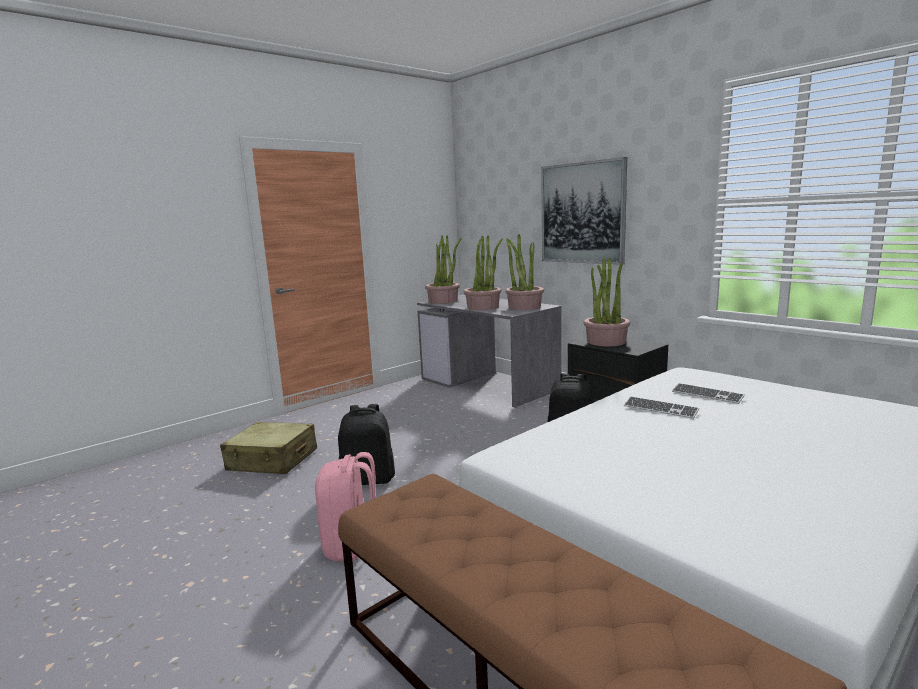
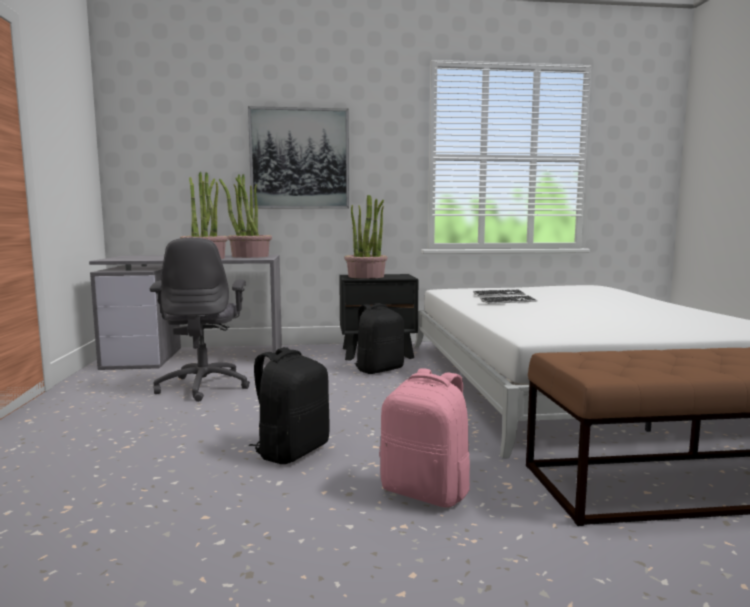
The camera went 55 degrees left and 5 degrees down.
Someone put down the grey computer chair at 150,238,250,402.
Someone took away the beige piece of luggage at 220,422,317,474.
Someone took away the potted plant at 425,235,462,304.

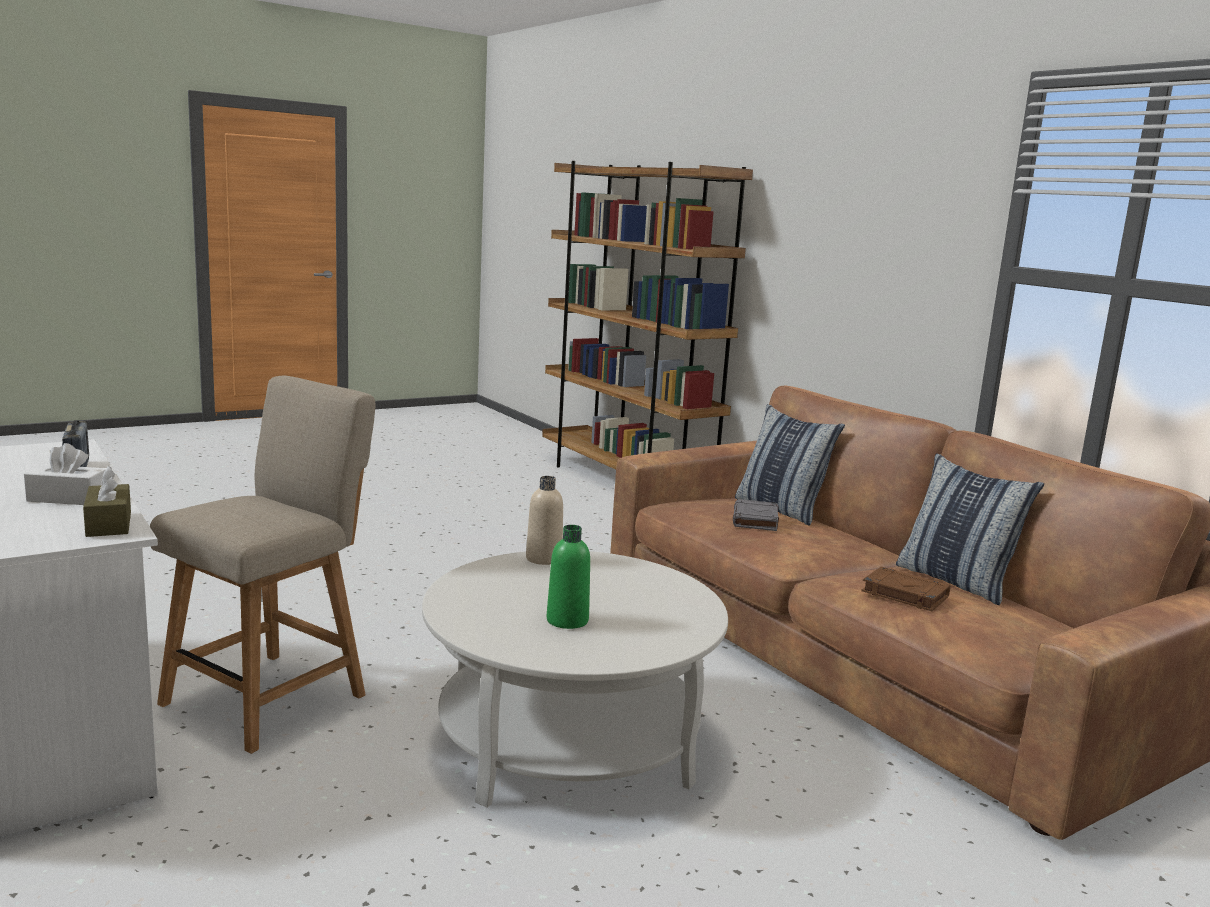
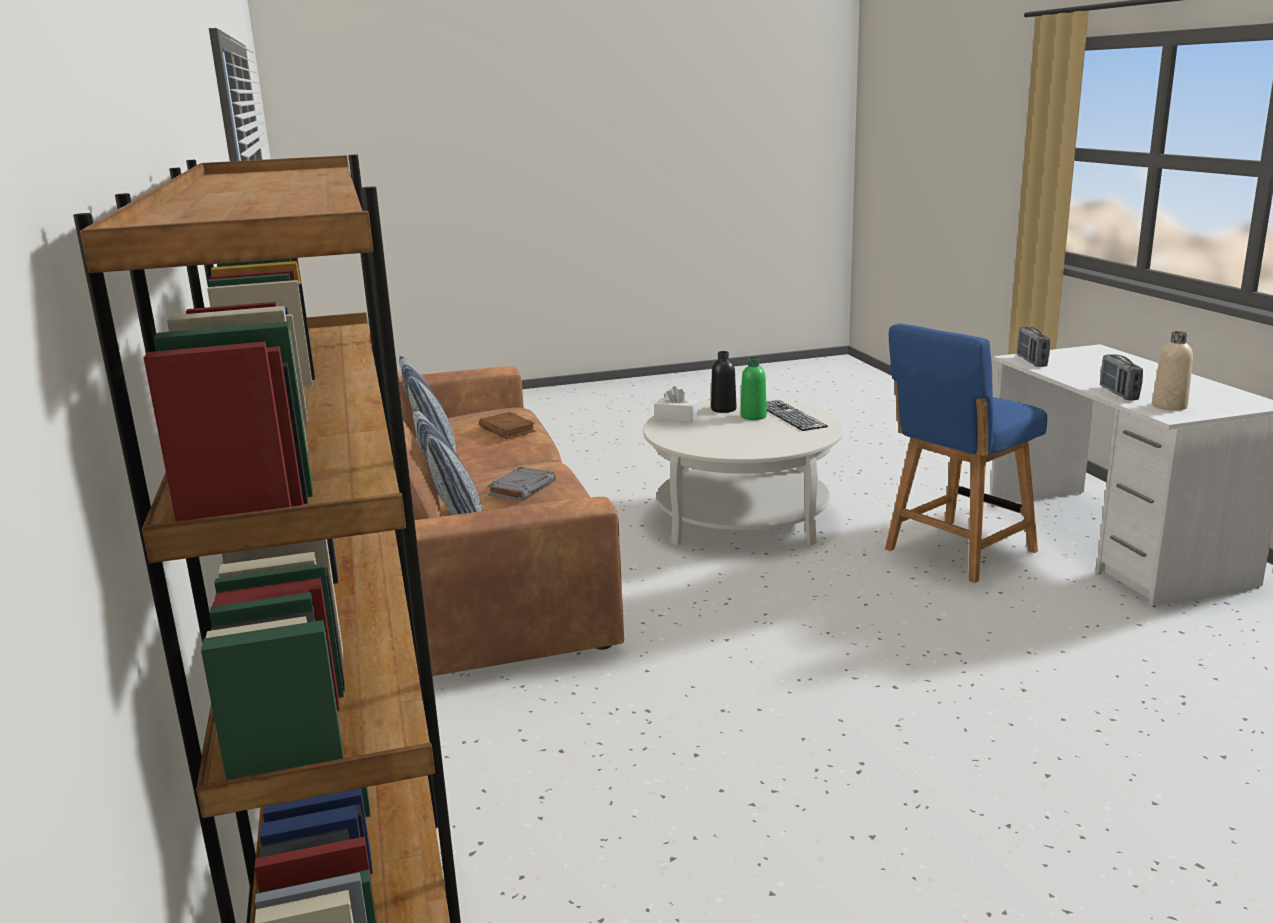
The camera went 160 degrees left and 5 degrees up.
Someone carried the whitish tissue box from 24,443,106,505 to 654,386,698,422.
Someone put down the blackish beverage bottle at 711,351,736,413.
Someone put down the computer keyboard at 766,400,828,431.
Someone repainted the beige plain chair at 150,376,376,754, which became the blue-coloured plain chair at 885,323,1047,583.
Someone swapped the brownish tissue box at 83,466,131,537 for the radio set at 1017,327,1050,367.
Someone carried the beige beverage bottle from 526,476,563,565 to 1152,331,1193,411.

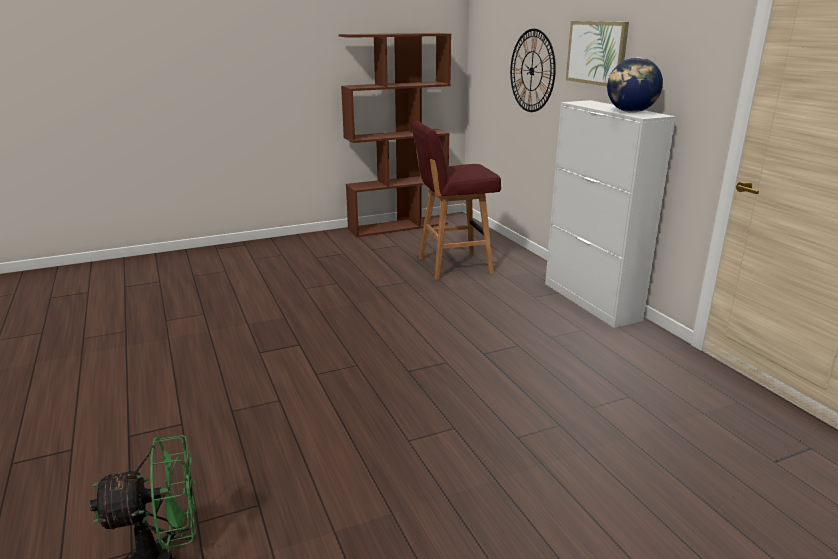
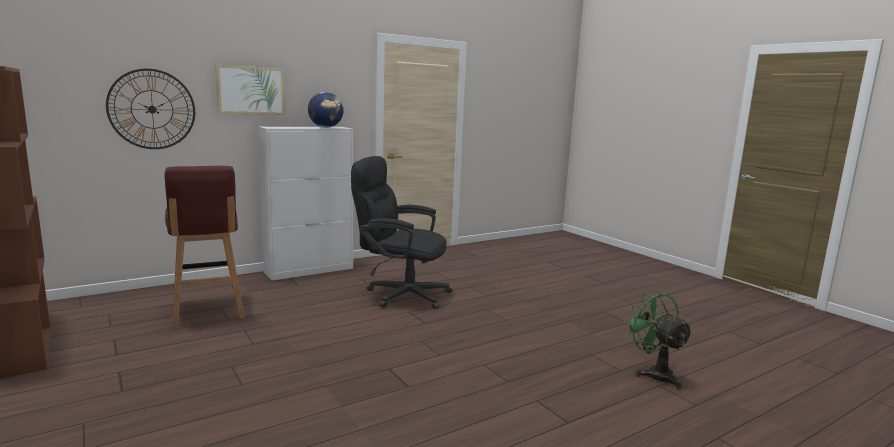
The camera went 100 degrees left and 10 degrees down.
Someone put down the blackish computer chair at 351,156,452,309.

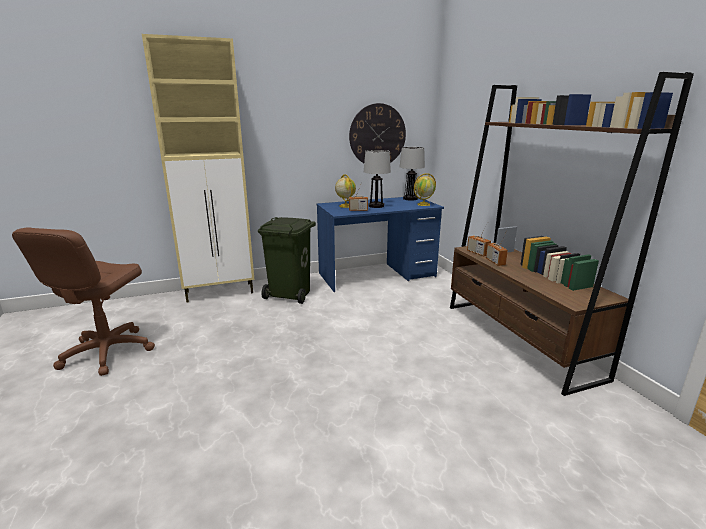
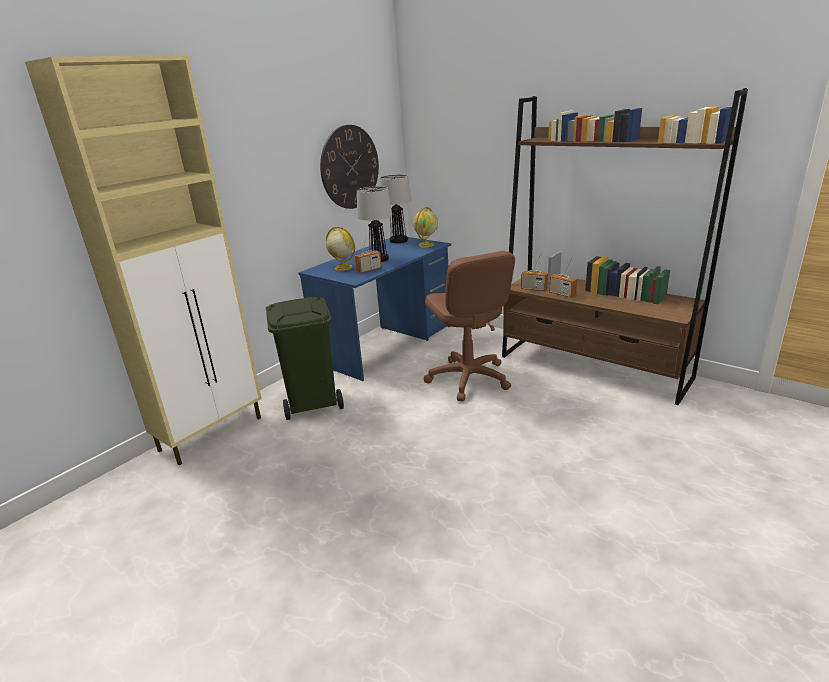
The camera went 30 degrees left and 5 degrees up.
Someone carried the brownish computer chair from 12,227,155,376 to 424,251,515,401.

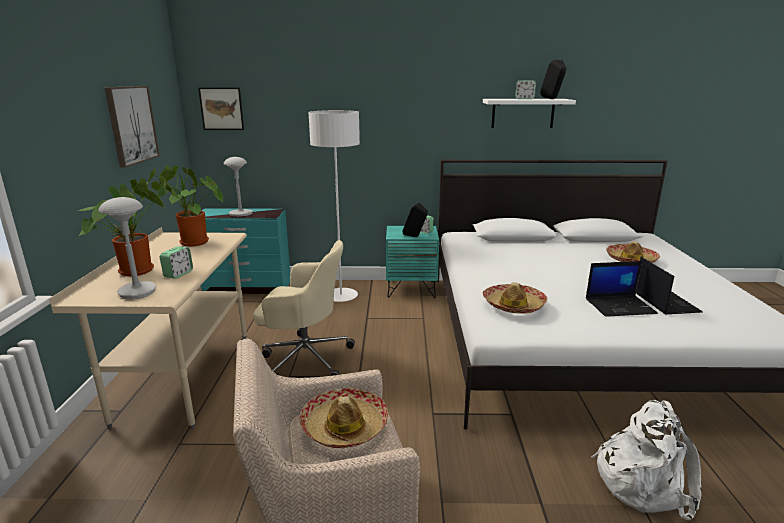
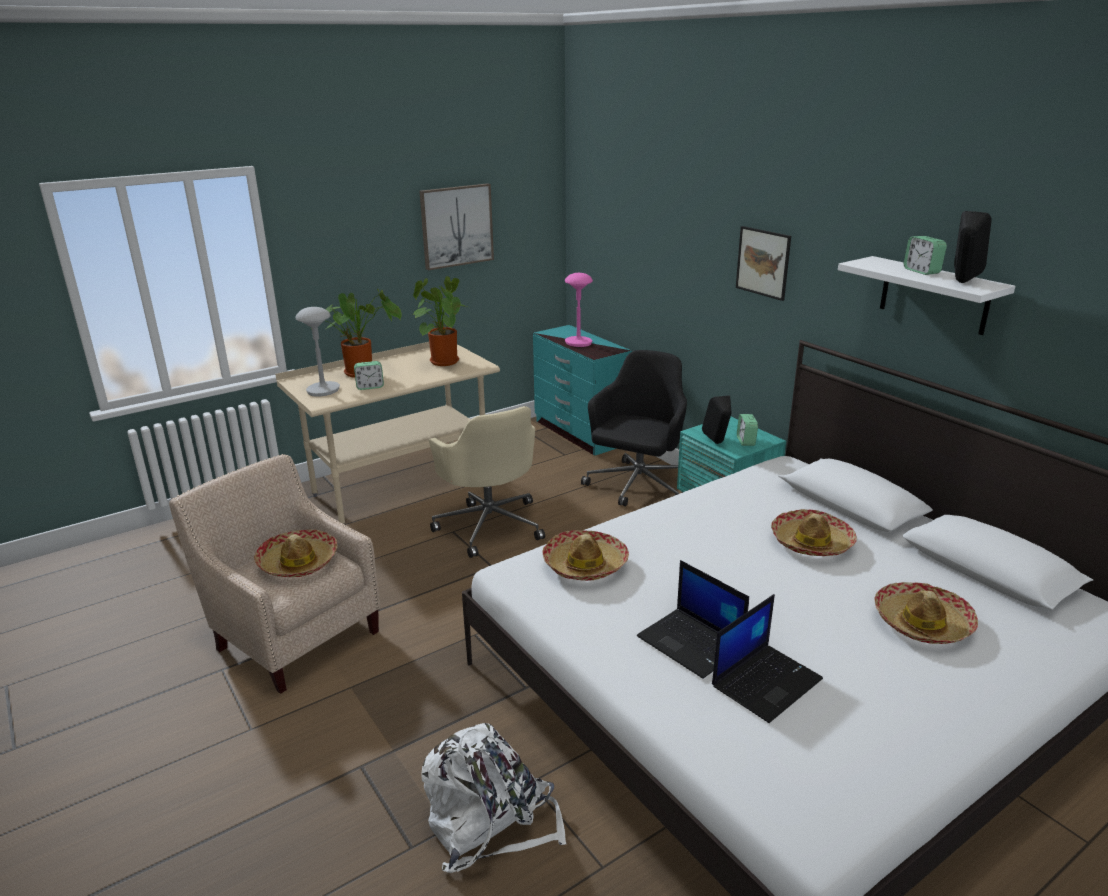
The camera went 55 degrees right and 5 degrees up.
Someone repainted the grey table lamp at 224,157,253,217, which became the pink table lamp at 565,273,593,347.
Someone swapped the whitish standard lamp at 308,110,360,302 for the blackish computer chair at 581,350,687,506.
Someone carried the picture from 198,88,244,130 to 736,226,791,301.
Someone put down the clothing hat at 771,509,857,556.

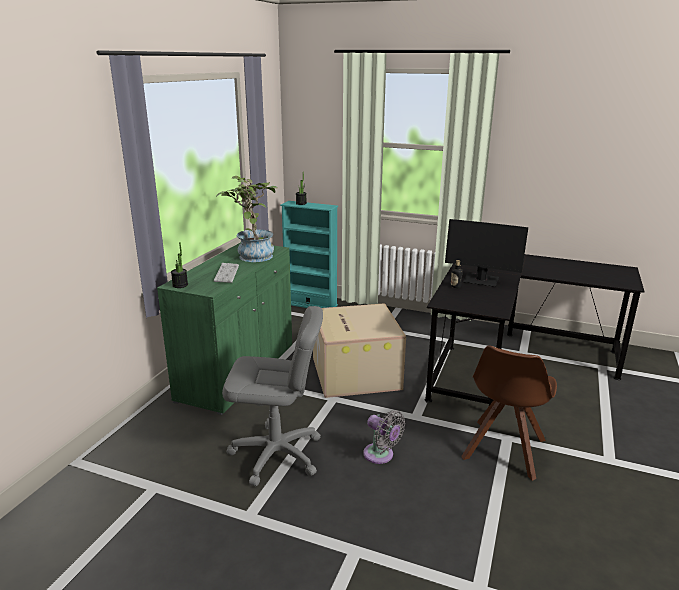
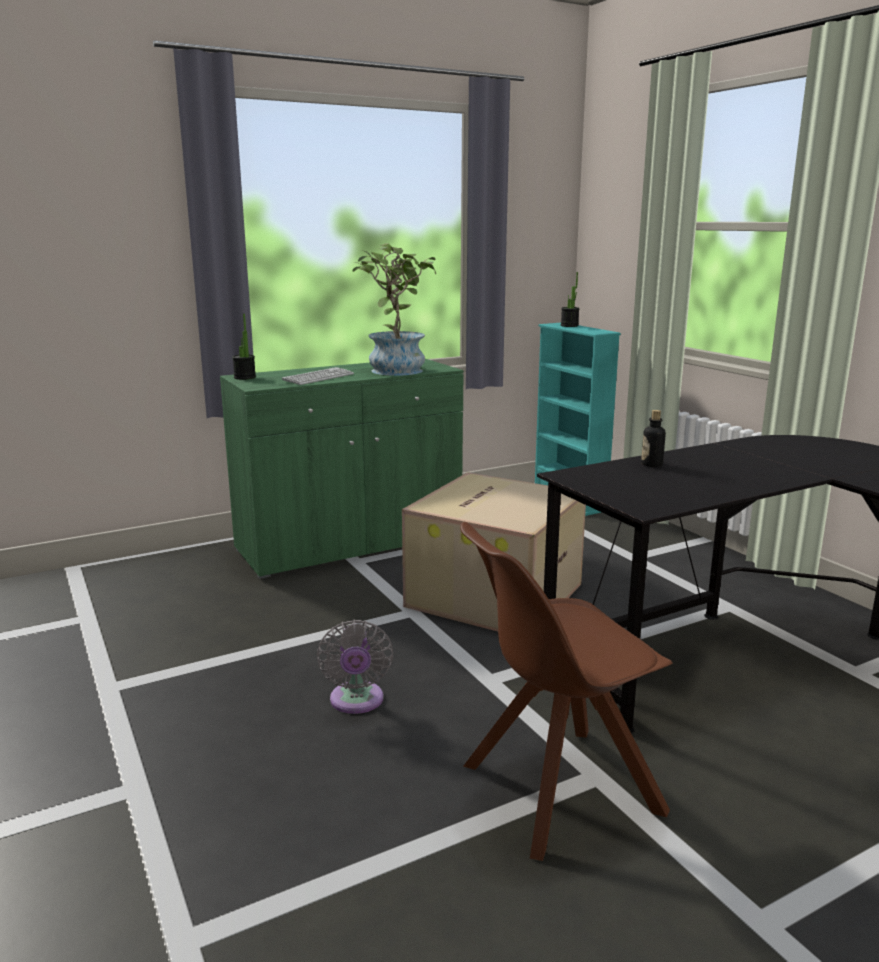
The camera went 40 degrees right and 5 degrees down.
Someone took away the grey computer chair at 222,306,323,486.
Someone took away the monitor at 445,219,528,287.

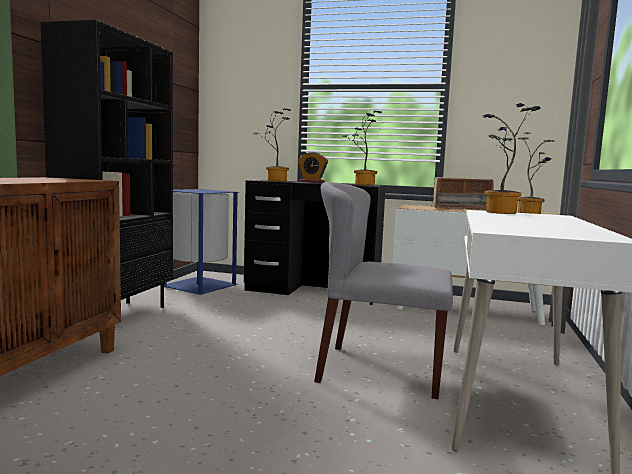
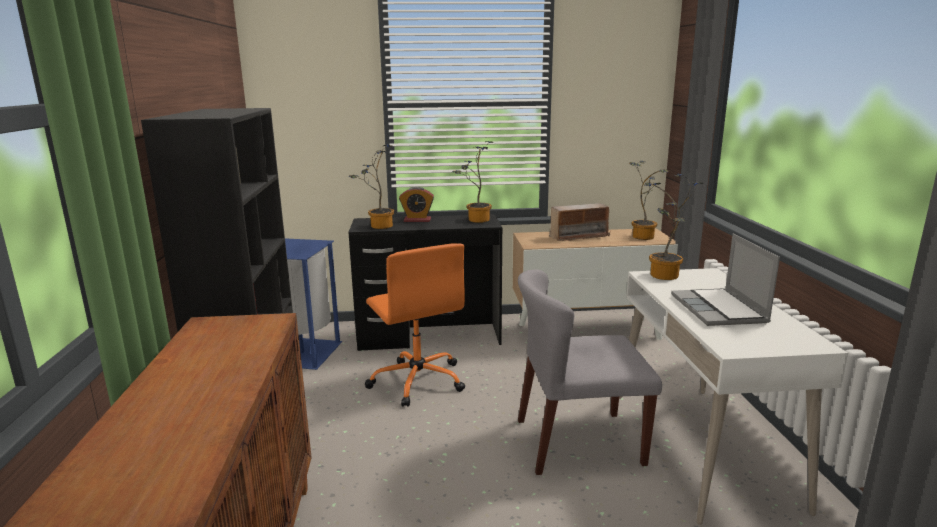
The camera went 20 degrees left and 10 degrees up.
Someone put down the orangey computer chair at 365,243,465,407.
Someone put down the notebook computer at 671,234,780,326.

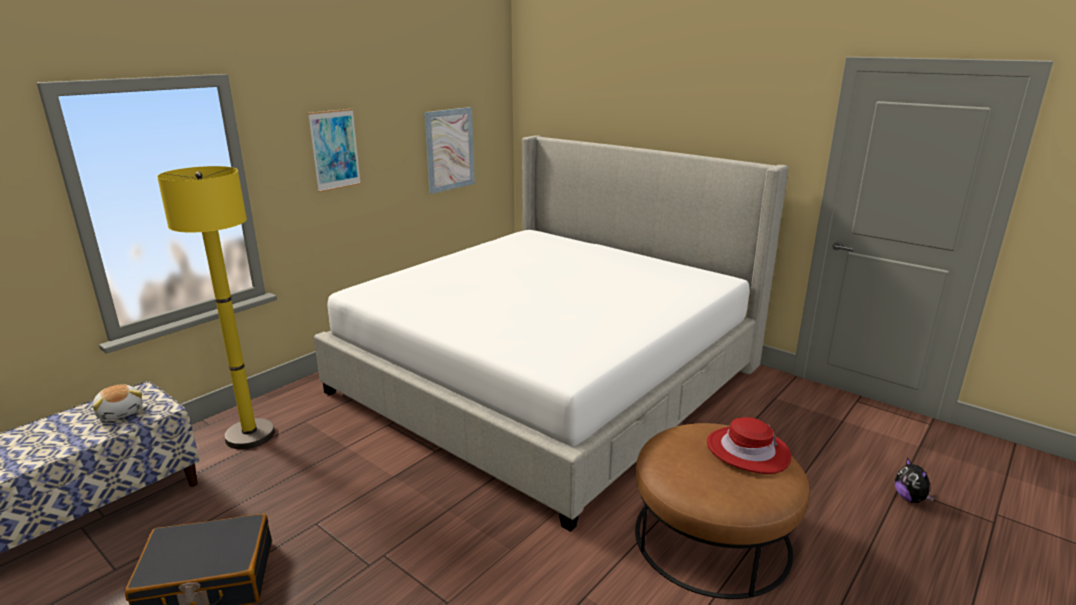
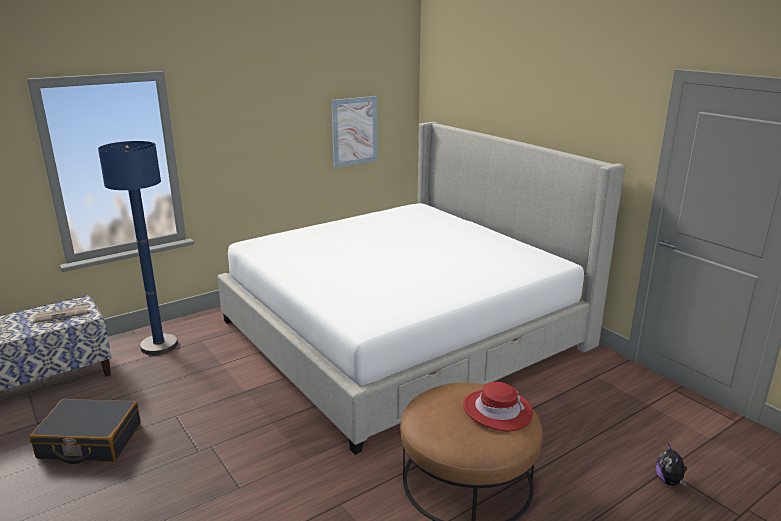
The camera went 15 degrees right and 0 degrees up.
Someone swapped the soft toy at 93,384,143,421 for the newspaper at 33,303,89,323.
Someone repainted the yellow-coloured standard lamp at 157,166,275,449, which became the blue-coloured standard lamp at 98,141,178,355.
Someone took away the picture at 308,109,361,192.

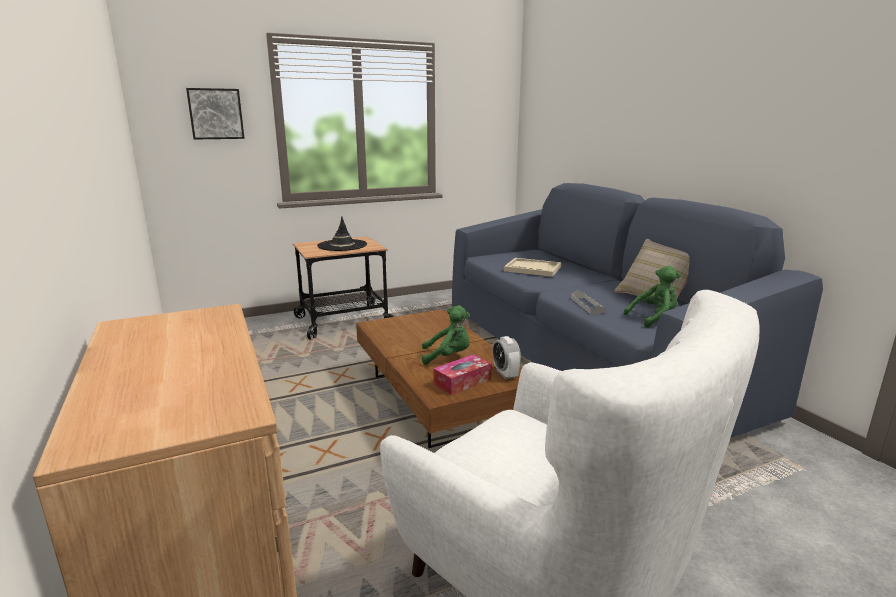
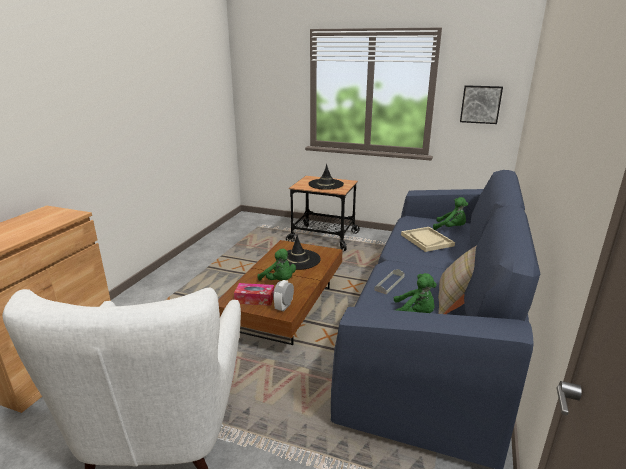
The camera went 45 degrees right and 5 degrees up.
Someone put down the blackish clothing hat at 276,235,321,270.
Someone put down the green-coloured soft toy at 433,197,468,230.
Someone carried the picture from 186,88,245,140 to 460,85,503,124.

